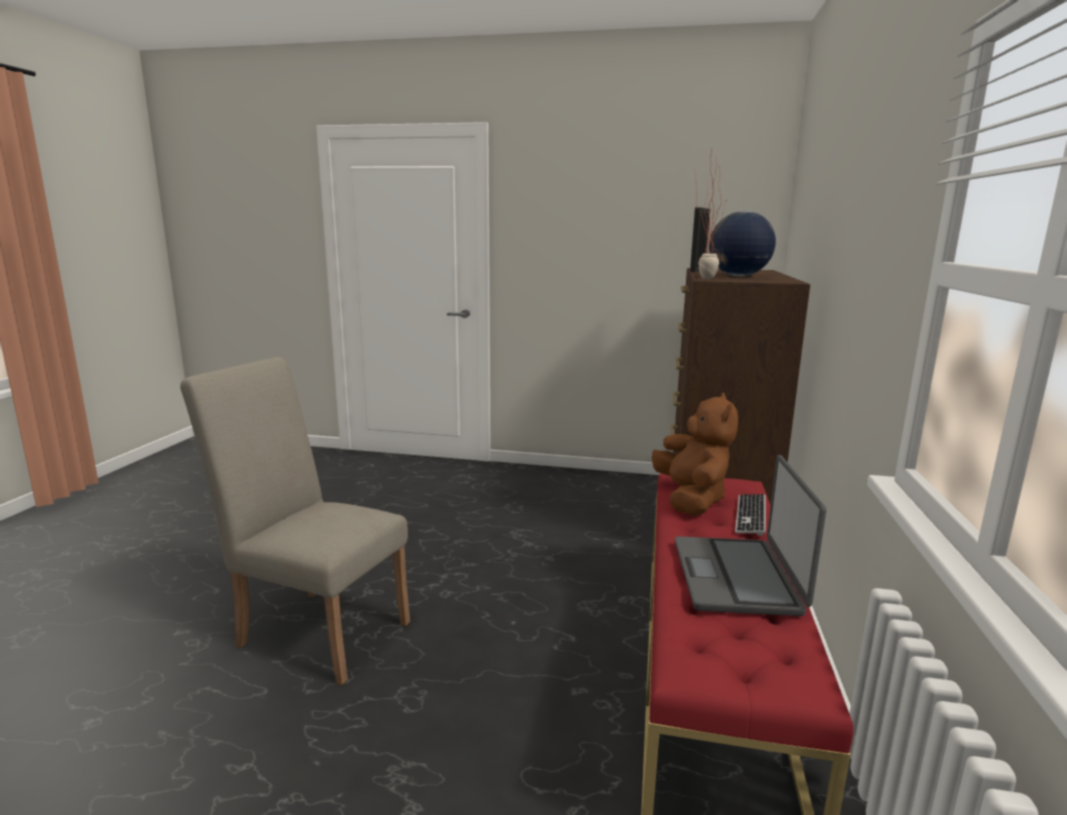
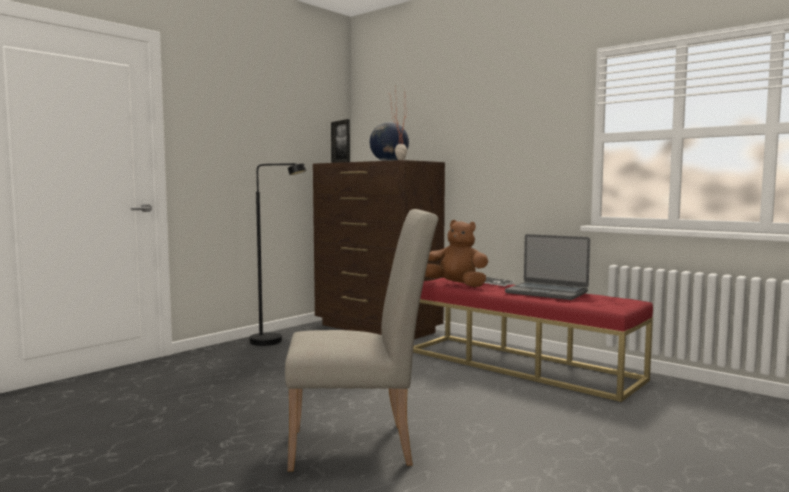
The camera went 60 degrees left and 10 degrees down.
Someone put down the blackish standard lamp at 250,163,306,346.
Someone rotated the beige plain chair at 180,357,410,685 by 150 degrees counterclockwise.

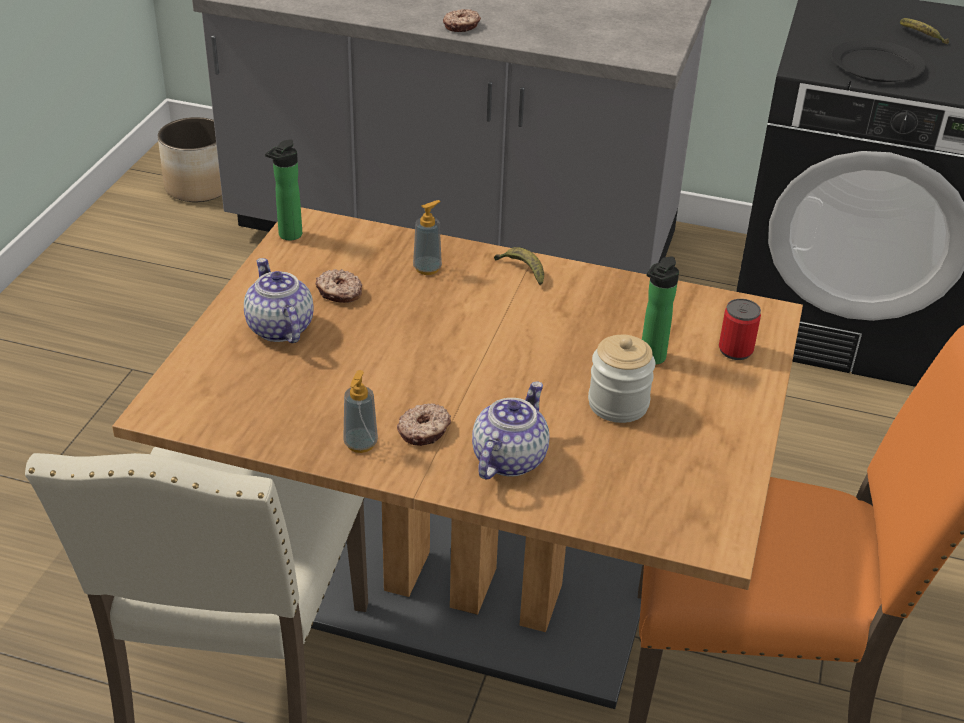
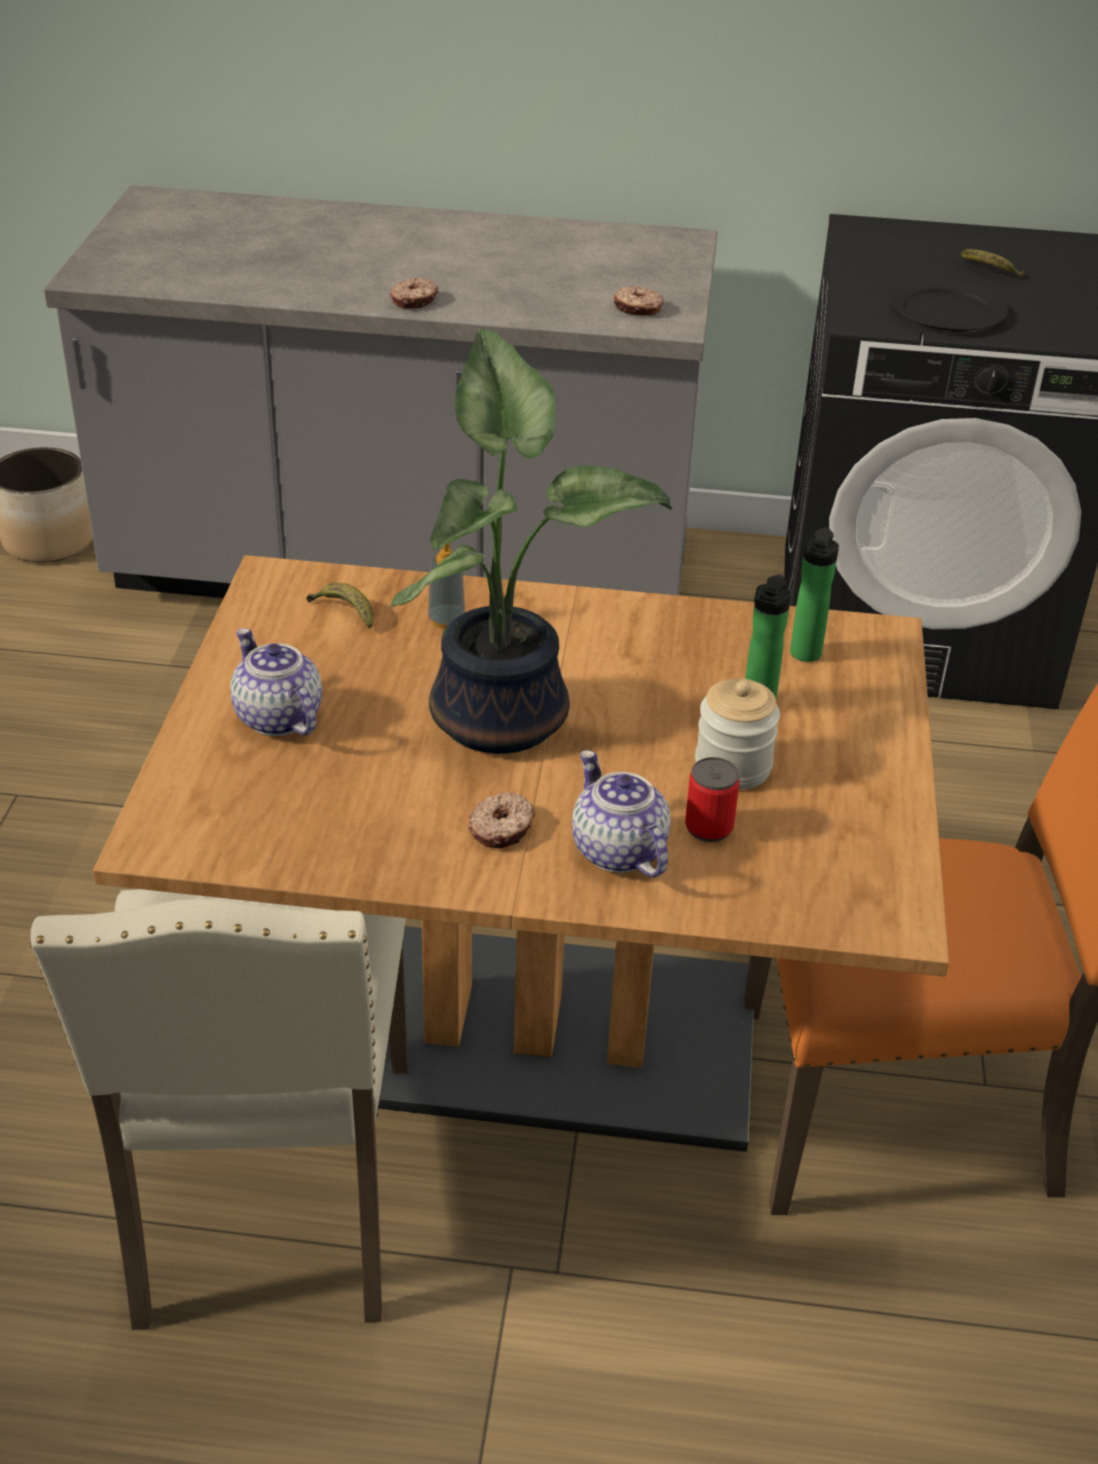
The camera went 10 degrees left and 0 degrees up.
Someone carried the whole banana from 494,247,544,285 to 306,583,374,629.
Someone put down the potted plant at 391,329,672,754.
Someone rotated the teapot at 472,381,550,480 by 45 degrees counterclockwise.
Someone carried the doughnut from 316,269,362,303 to 614,286,664,316.
Someone carried the metal can from 719,299,761,360 to 685,757,740,842.
Someone carried the beverage bottle from 265,139,302,240 to 790,527,839,662.
Someone took away the liquid soap bottle at 343,370,378,453.

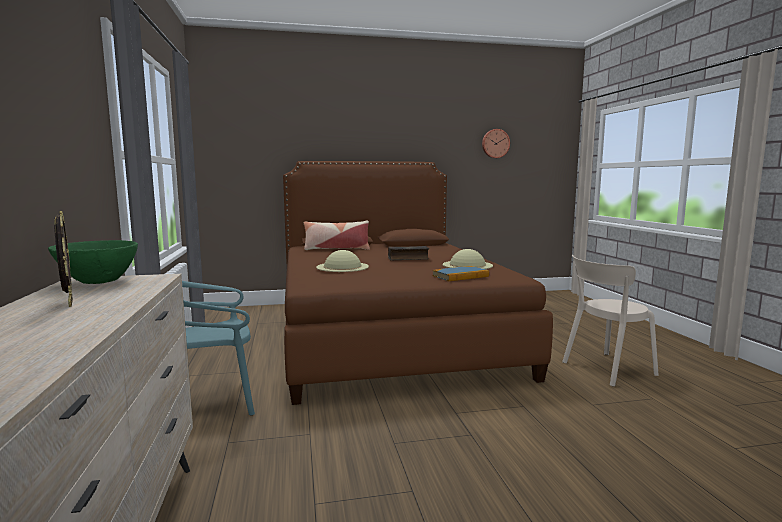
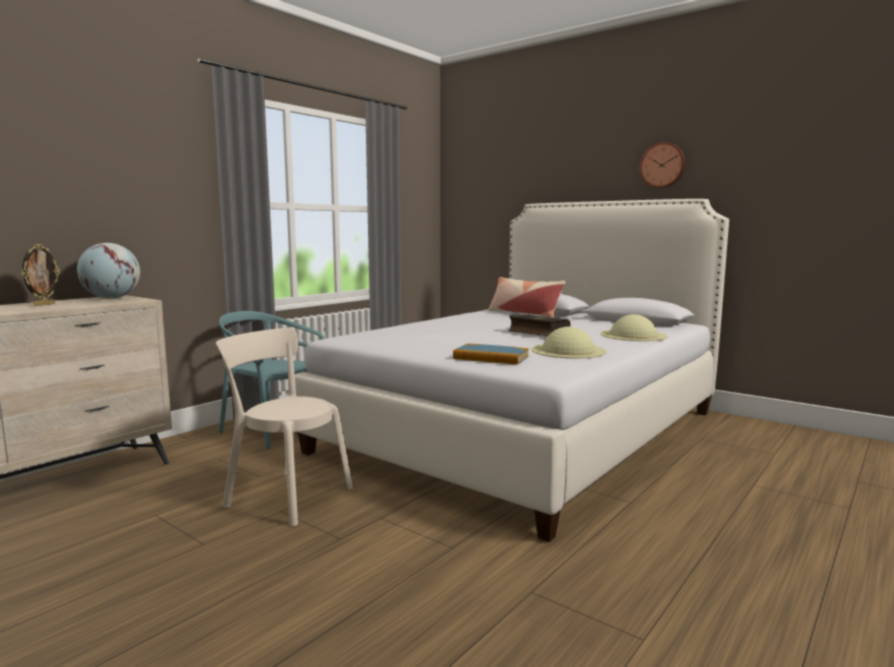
The camera went 50 degrees right and 0 degrees up.
Someone swapped the green-coloured serving bowl at 48,240,138,284 for the desk globe at 77,243,140,299.
Someone carried the beige plain chair from 562,255,659,387 to 216,328,353,526.
Someone repainted the brownish bedroom bed at 283,161,553,405, which became the whitish bedroom bed at 295,199,729,542.
Someone carried the beige clothing hat from 316,250,369,272 to 601,314,668,341.
Someone carried the clock on the wall from 482,129,510,158 to 640,142,685,188.

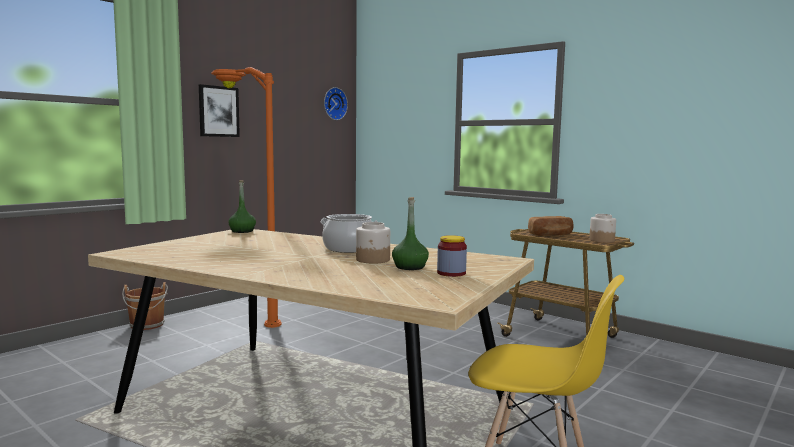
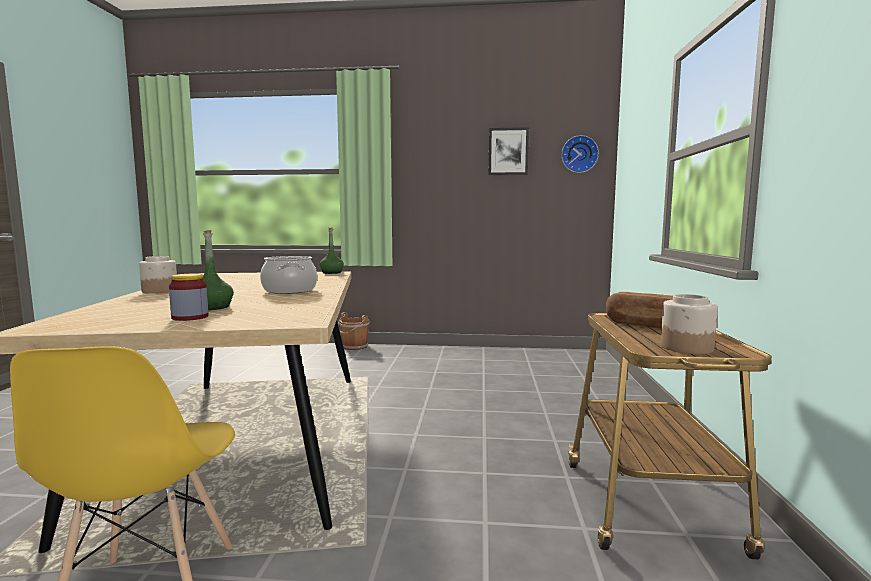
The camera went 55 degrees right and 0 degrees up.
Someone carried the jar from 356,222,390,264 to 139,256,177,294.
Someone carried the picture from 199,84,240,137 to 488,127,529,175.
Someone took away the orangey standard lamp at 211,67,281,328.

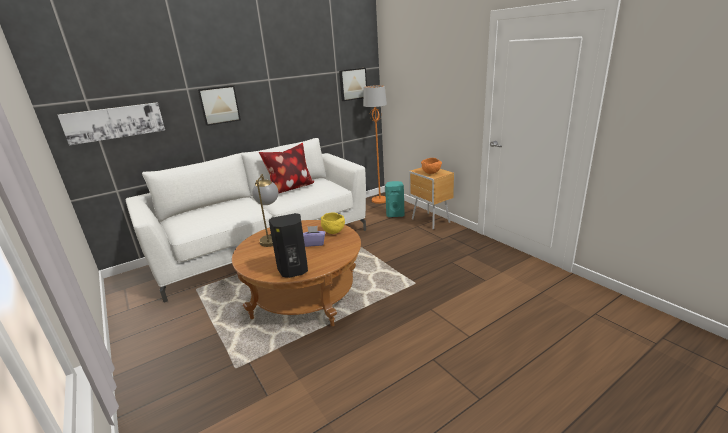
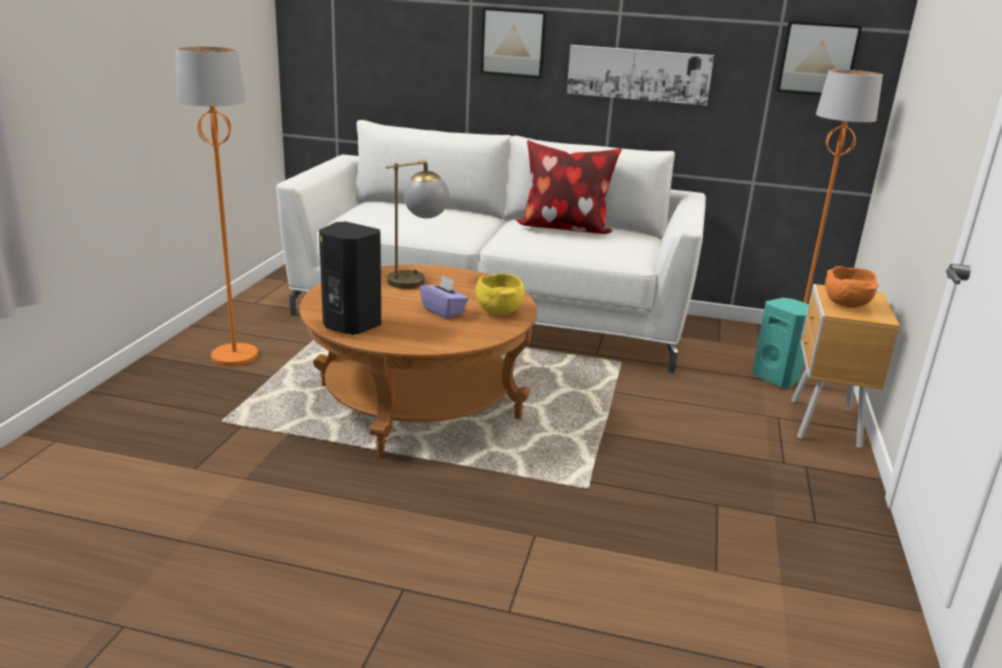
The camera went 45 degrees right and 0 degrees up.
Someone put down the orangey standard lamp at 176,46,258,366.
Someone carried the picture from 58,102,165,145 to 567,45,714,106.

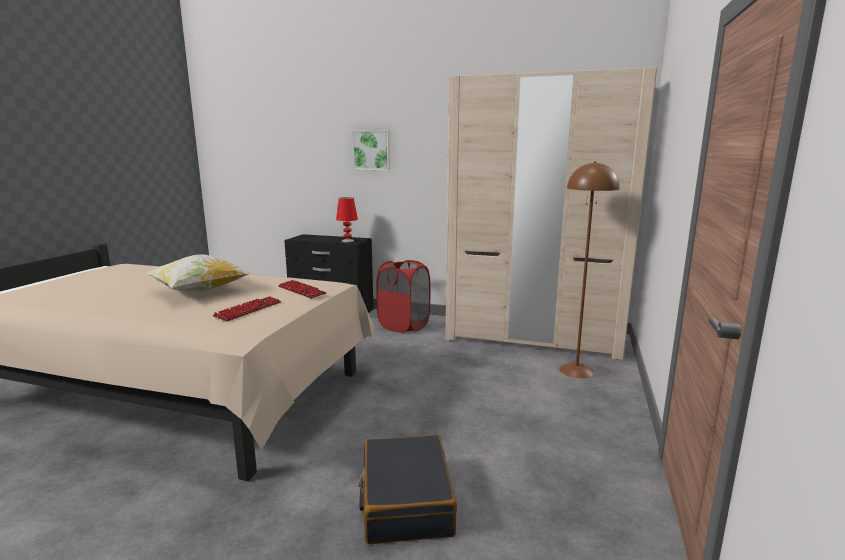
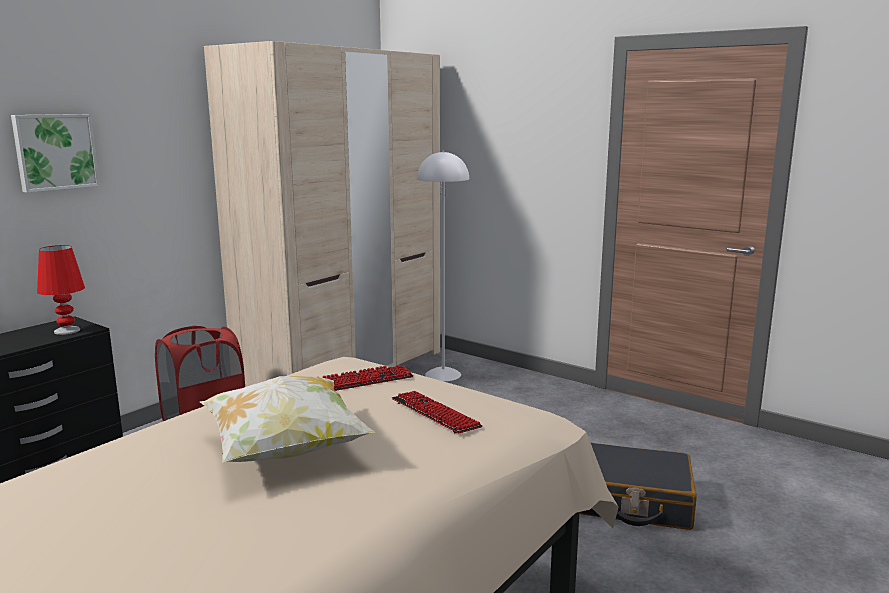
The camera went 70 degrees left and 0 degrees up.
Someone repainted the brownish standard lamp at 559,161,620,378, which became the whitish standard lamp at 417,151,469,381.

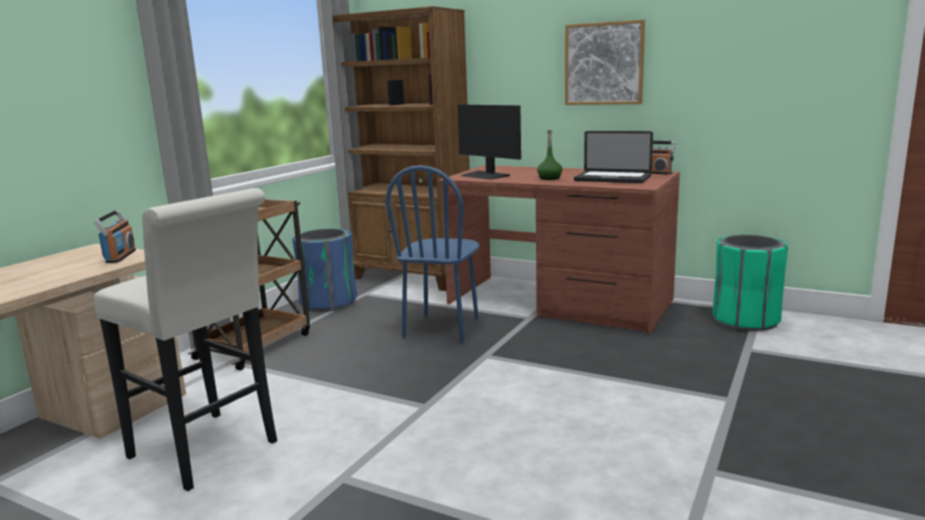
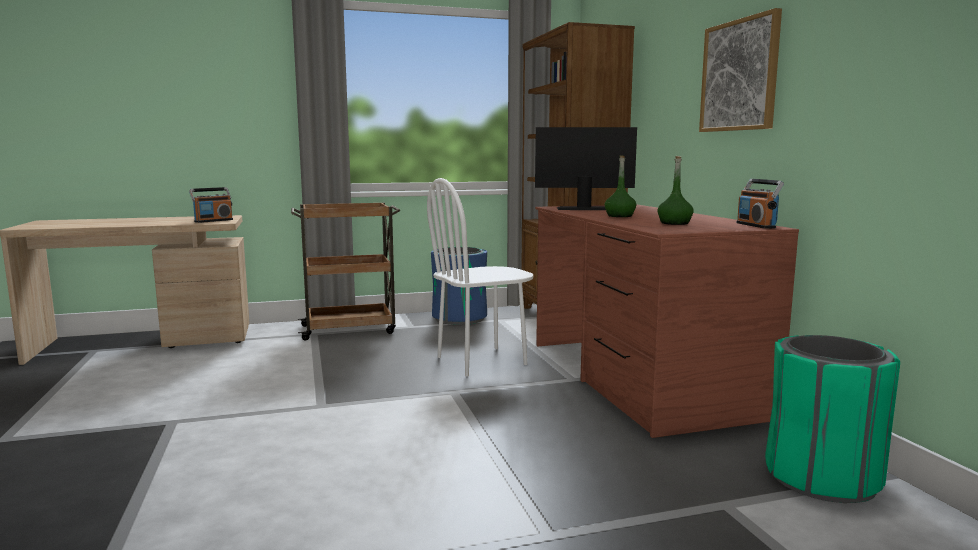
The camera went 45 degrees right and 5 degrees down.
Someone repainted the blue-coloured plain chair at 386,165,480,343, which became the whitish plain chair at 427,178,533,377.
Someone rotated the monitor at 458,105,521,180 by 90 degrees clockwise.
Someone swapped the notebook computer at 574,131,653,183 for the green-coloured beverage bottle at 657,156,694,225.
Someone took away the whitish stool at 94,188,277,491.

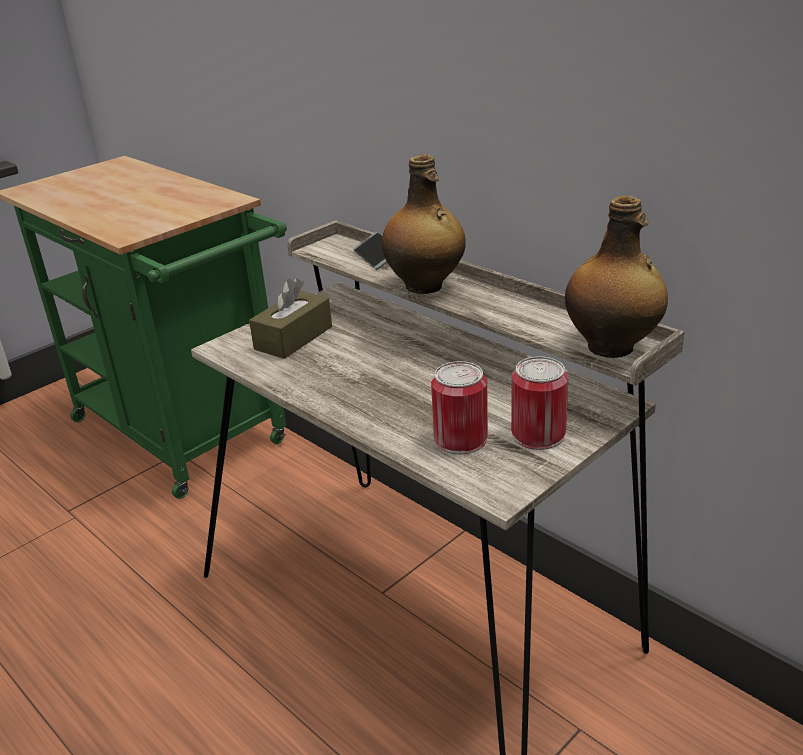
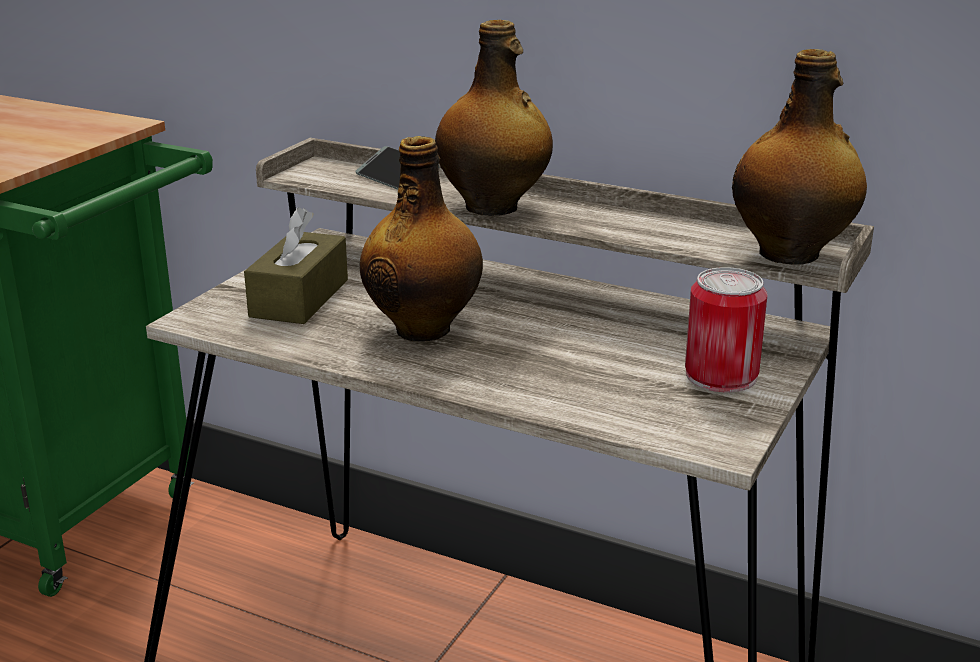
The camera went 20 degrees left and 5 degrees down.
Someone put down the beverage bottle at 360,136,483,341.
Someone took away the metal can at 431,361,488,454.

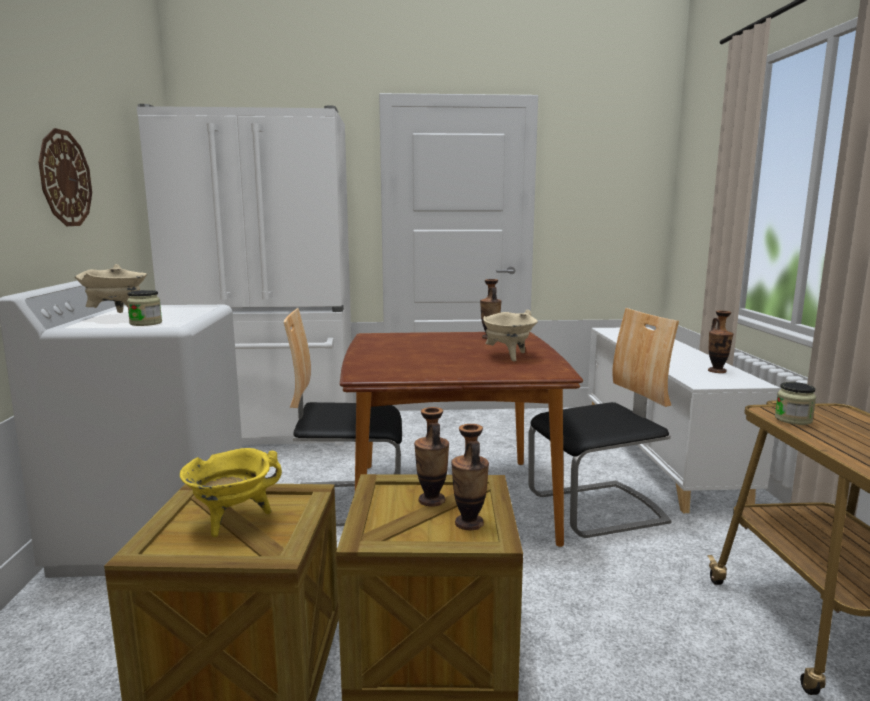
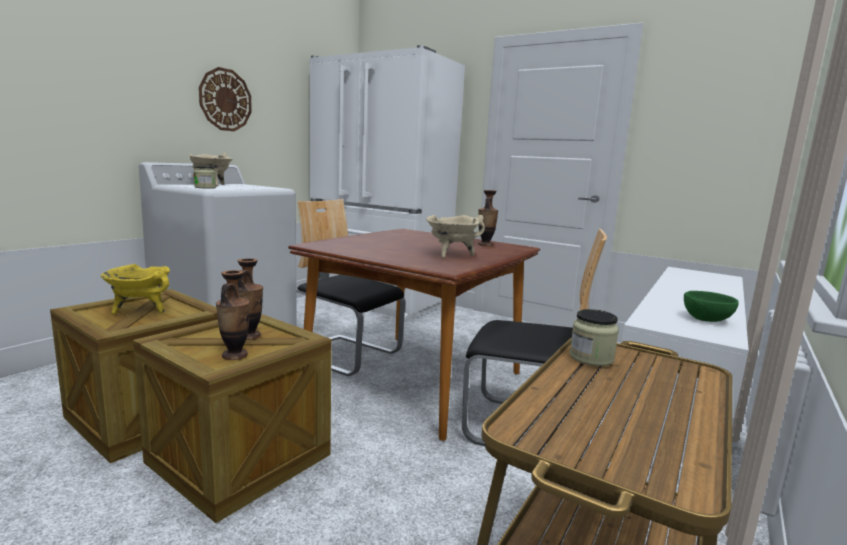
The camera went 35 degrees right and 0 degrees up.
Someone swapped the vase at 708,311,733,373 for the green-coloured serving bowl at 684,291,739,322.

